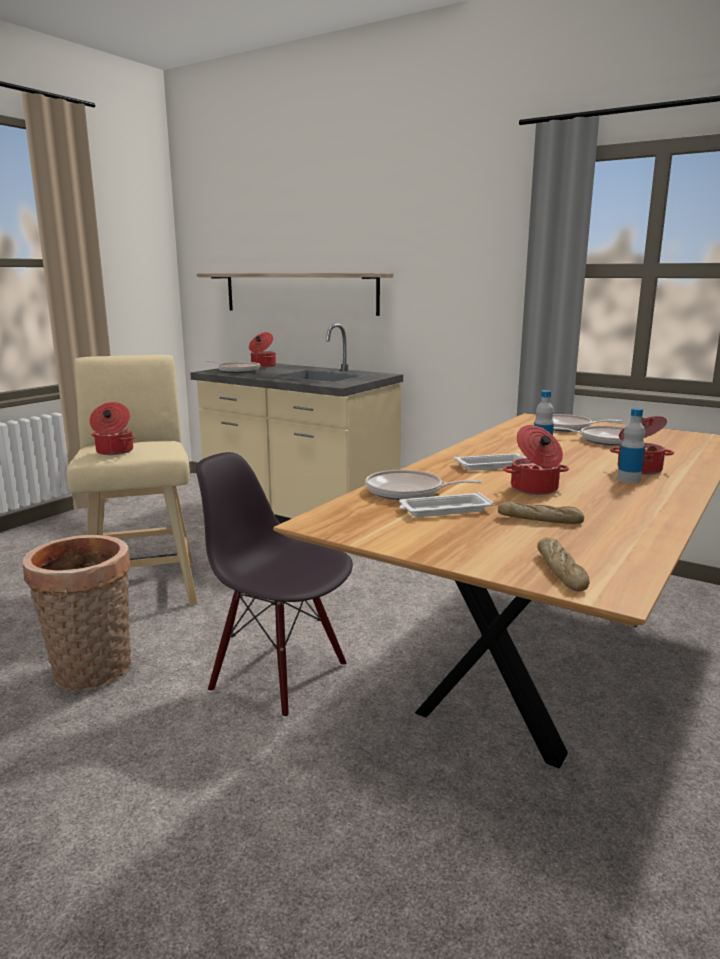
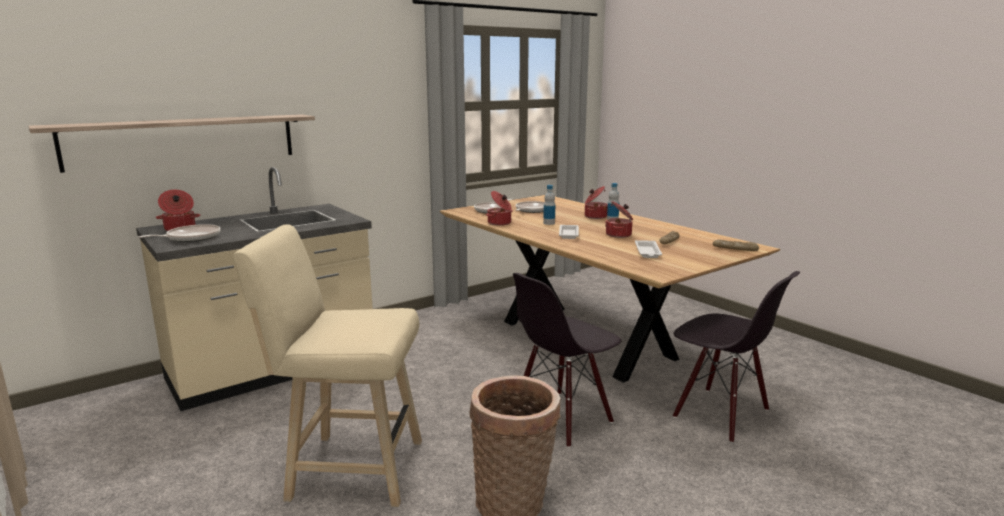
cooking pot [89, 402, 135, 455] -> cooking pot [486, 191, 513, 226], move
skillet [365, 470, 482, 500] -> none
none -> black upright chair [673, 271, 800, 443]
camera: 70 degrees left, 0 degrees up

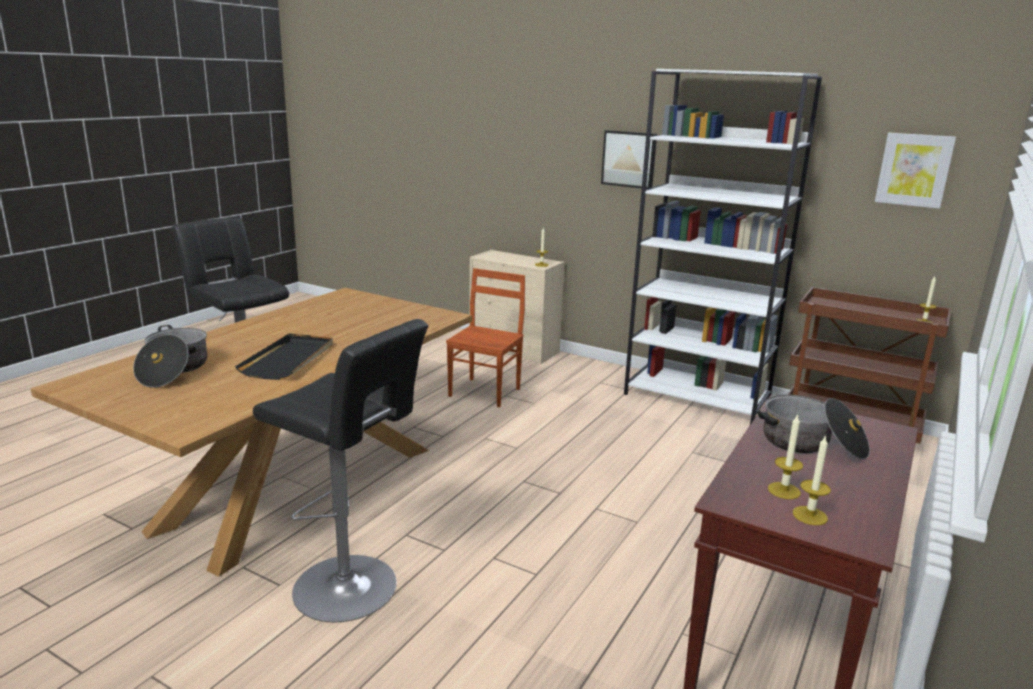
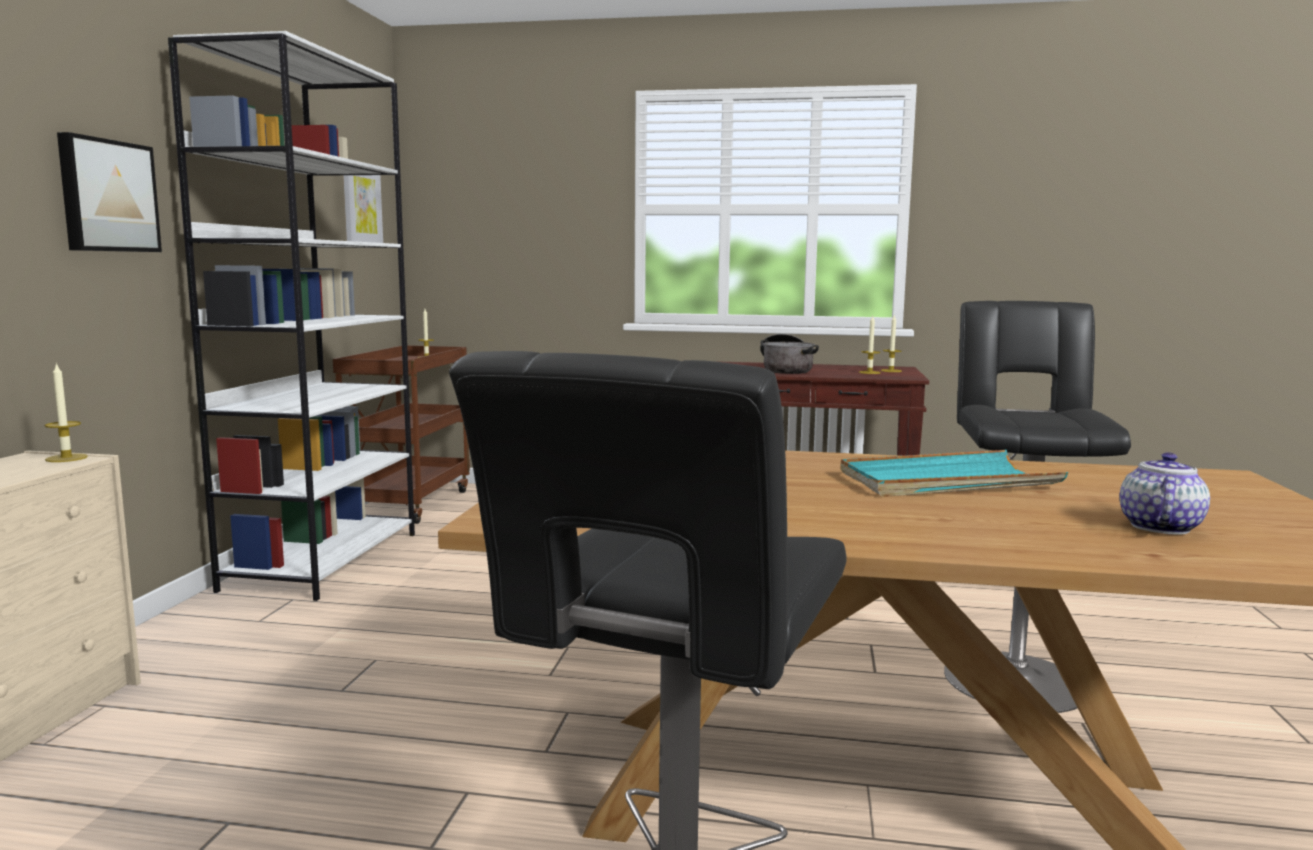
brownish upright chair [446, 268, 525, 407] -> none
cooking pot [133, 325, 207, 388] -> tea pot [1119, 452, 1210, 535]
black serving tray [235, 333, 333, 380] -> turquoise serving tray [840, 450, 1069, 497]
camera: 110 degrees left, 10 degrees down

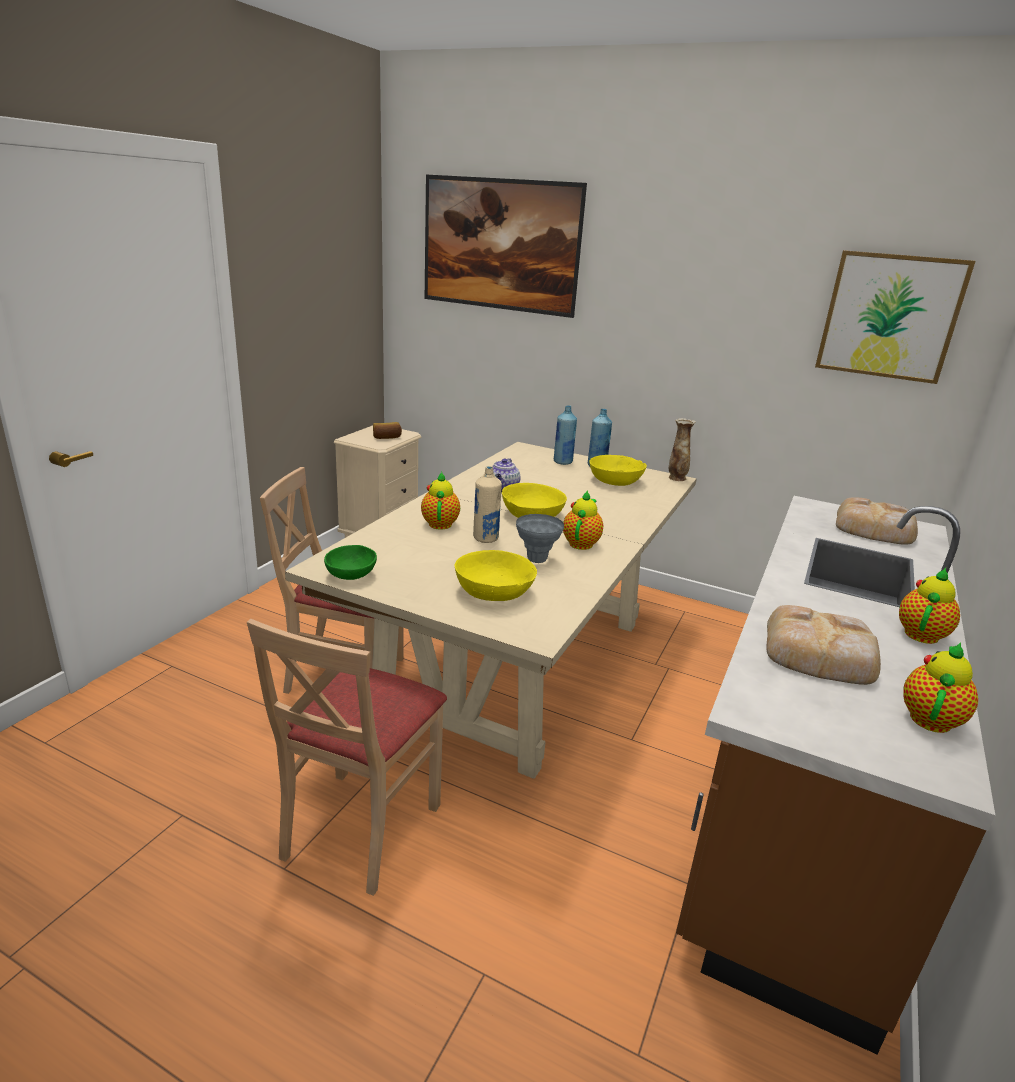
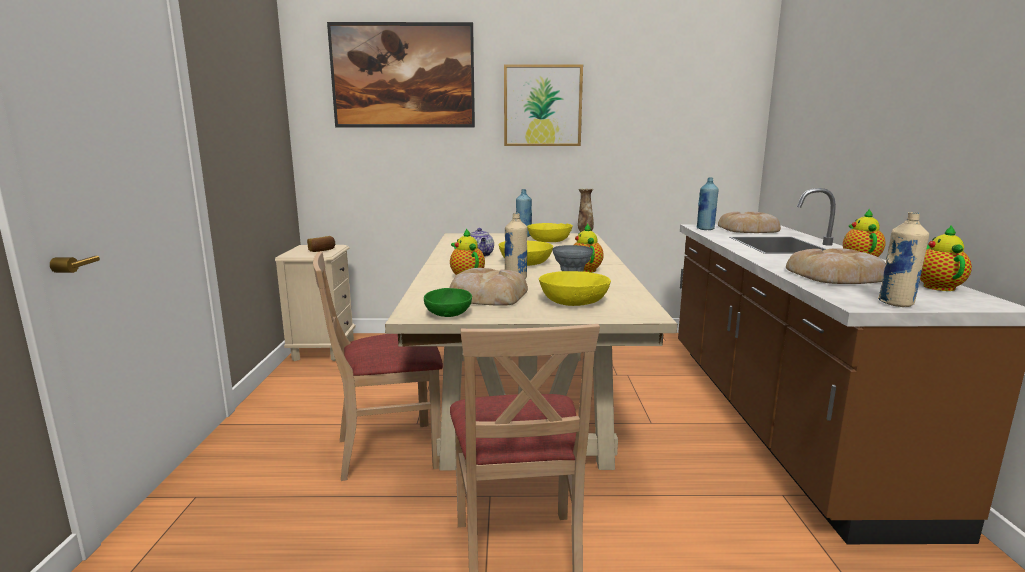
picture [815, 250, 975, 384] -> picture [504, 64, 583, 146], move
bluish bottle [554, 405, 577, 465] -> bluish bottle [696, 177, 719, 230], move
none -> beige-coloured bottle [878, 212, 929, 307]
none -> bread [449, 268, 528, 306]
camera: 25 degrees left, 10 degrees down

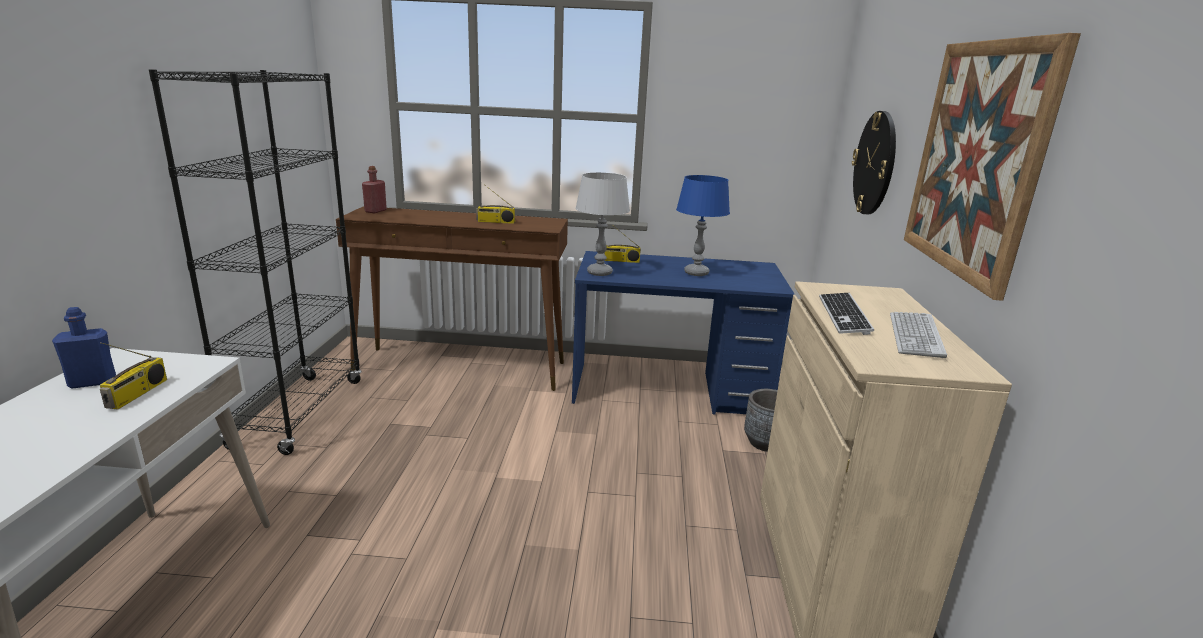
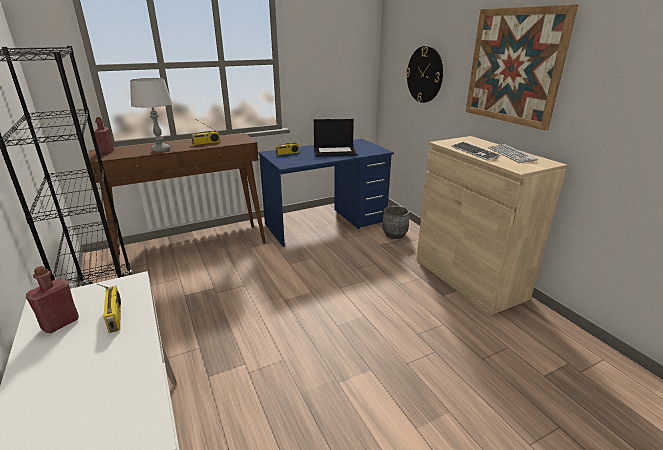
grey tabletop lamp [576, 172, 630, 276] -> grey tabletop lamp [130, 78, 172, 152], move
bluish tabletop lamp [676, 175, 730, 276] -> laptop [314, 119, 358, 157]
bluish bottle [52, 307, 116, 389] -> red bottle [26, 266, 79, 333]
camera: 30 degrees left, 5 degrees up

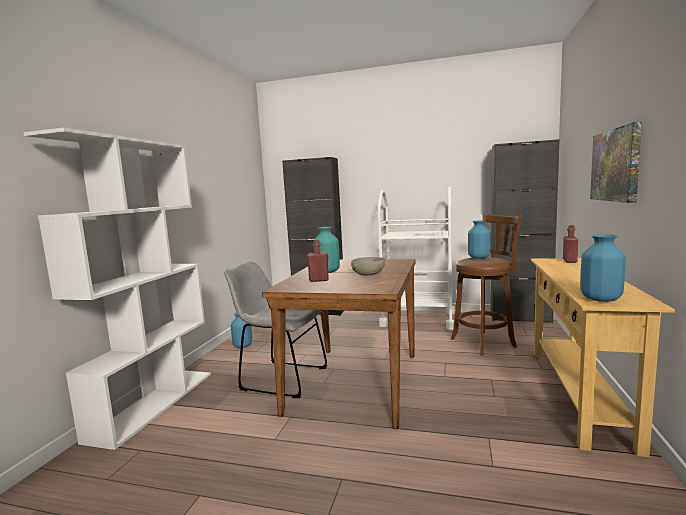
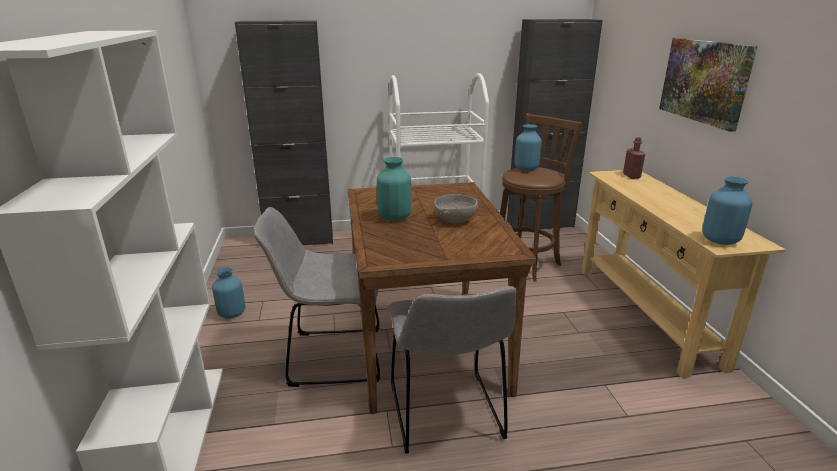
red bottle [307, 240, 329, 282] -> none
none -> grey upright chair [388, 286, 516, 454]
camera: 25 degrees left, 15 degrees up

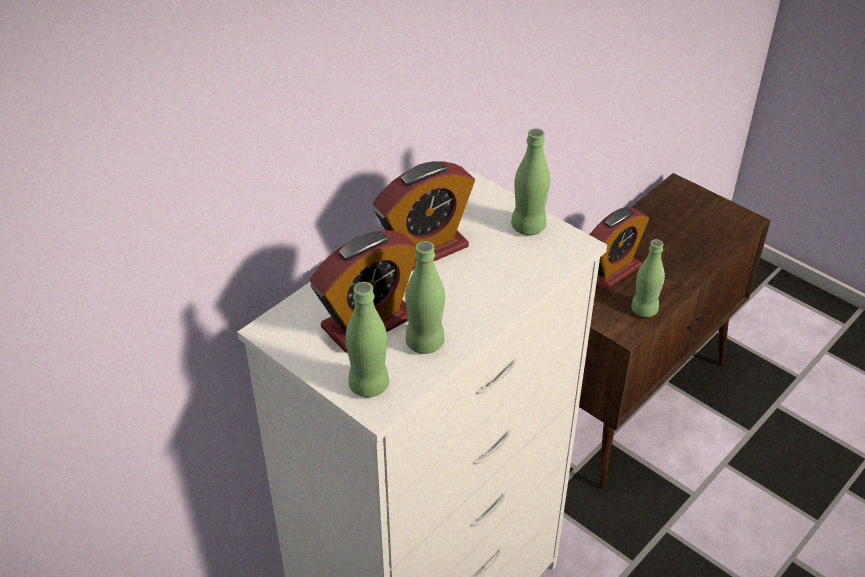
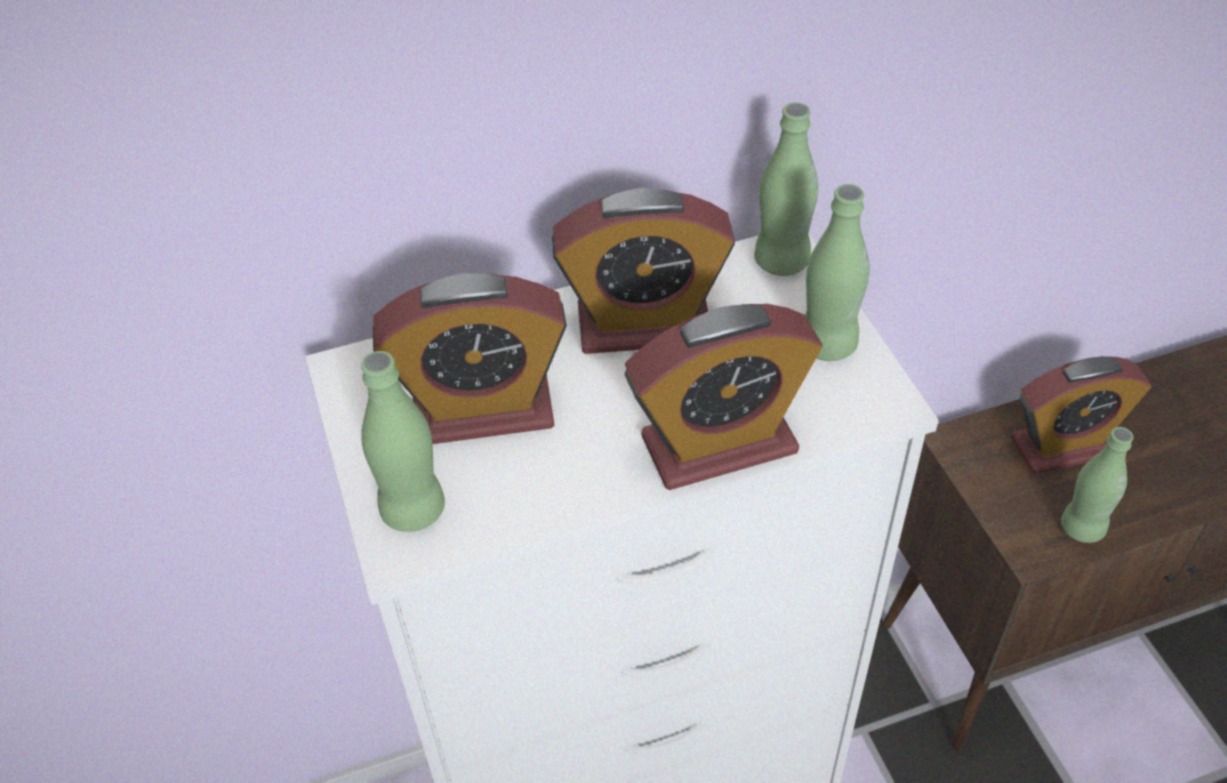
green bottle [405, 241, 445, 354] -> green bottle [754, 102, 818, 276], move
none -> alarm clock [625, 304, 823, 490]
camera: 30 degrees right, 5 degrees up

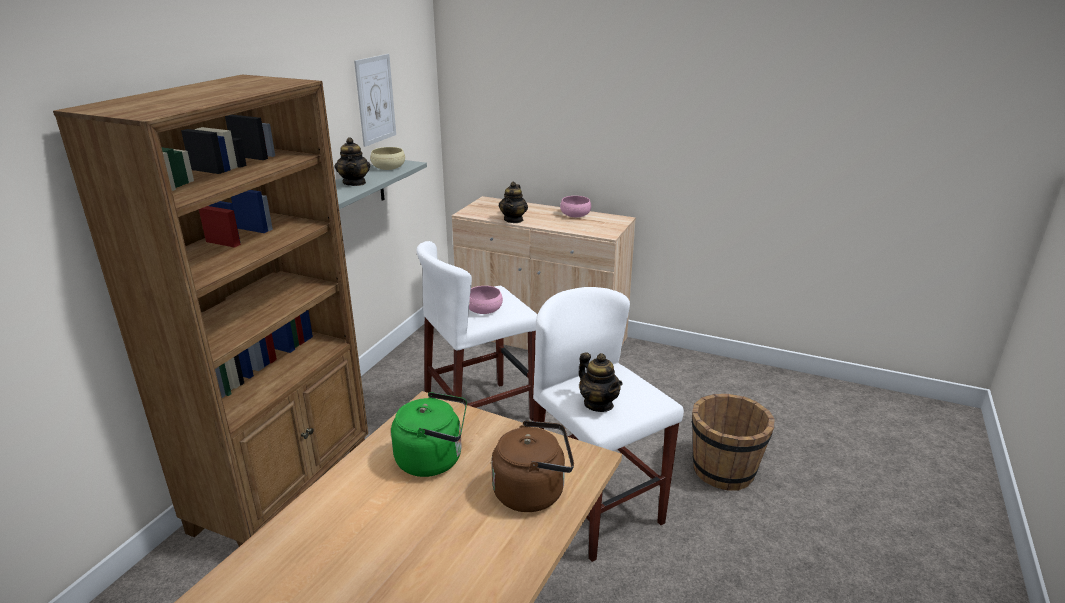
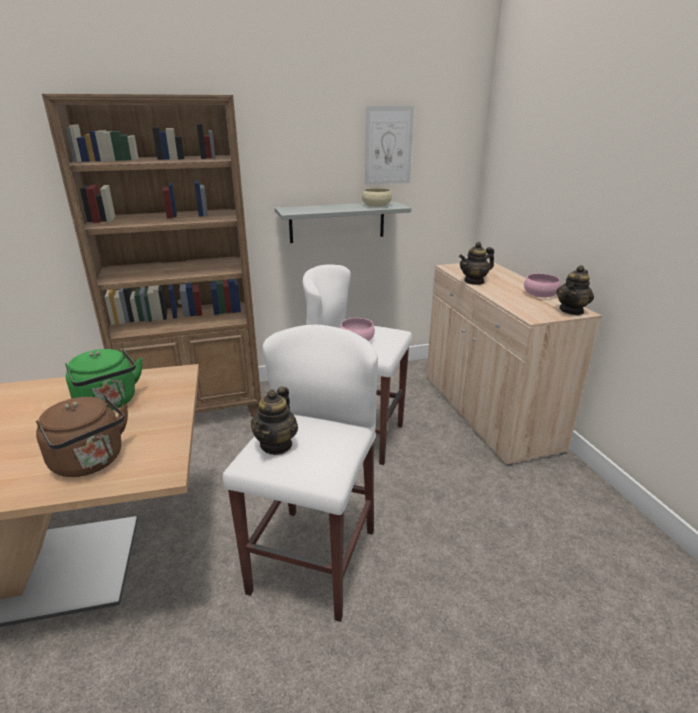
tea pot [335, 137, 370, 186] -> tea pot [557, 265, 594, 315], move
brownish bucket [692, 394, 774, 490] -> none
camera: 50 degrees right, 0 degrees up

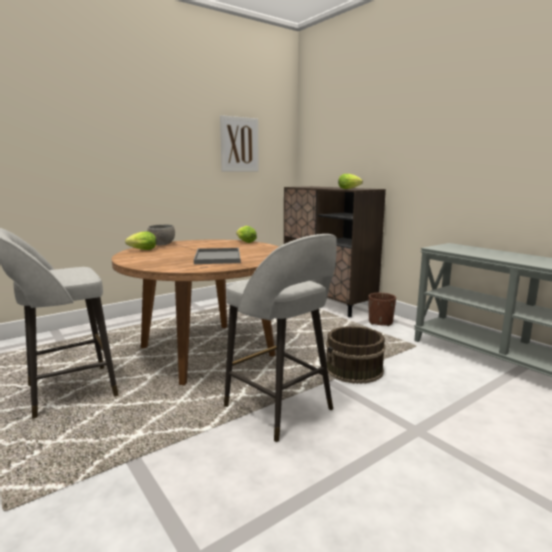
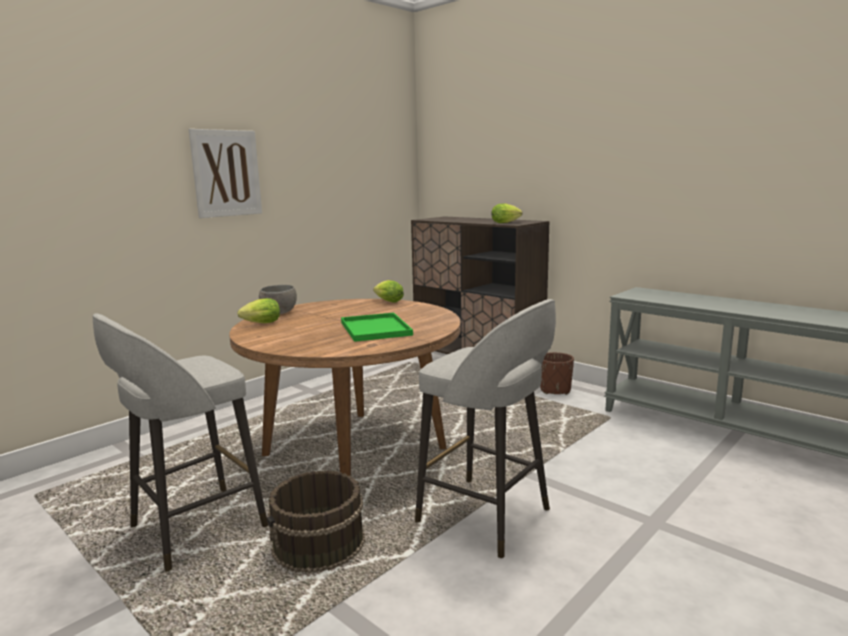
picture [220, 115, 259, 171] -> picture [189, 129, 262, 218], move
grey serving tray [194, 248, 241, 264] -> green serving tray [341, 313, 413, 342]
brownish bucket [326, 326, 386, 384] -> brownish bucket [267, 470, 365, 573], move
camera: 10 degrees left, 0 degrees up

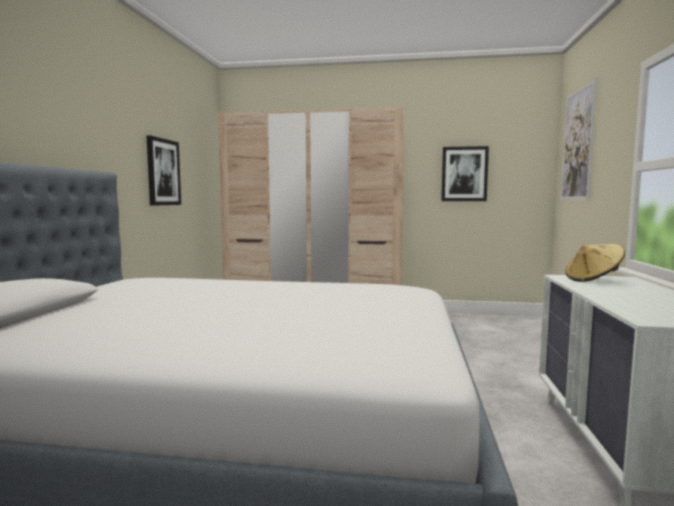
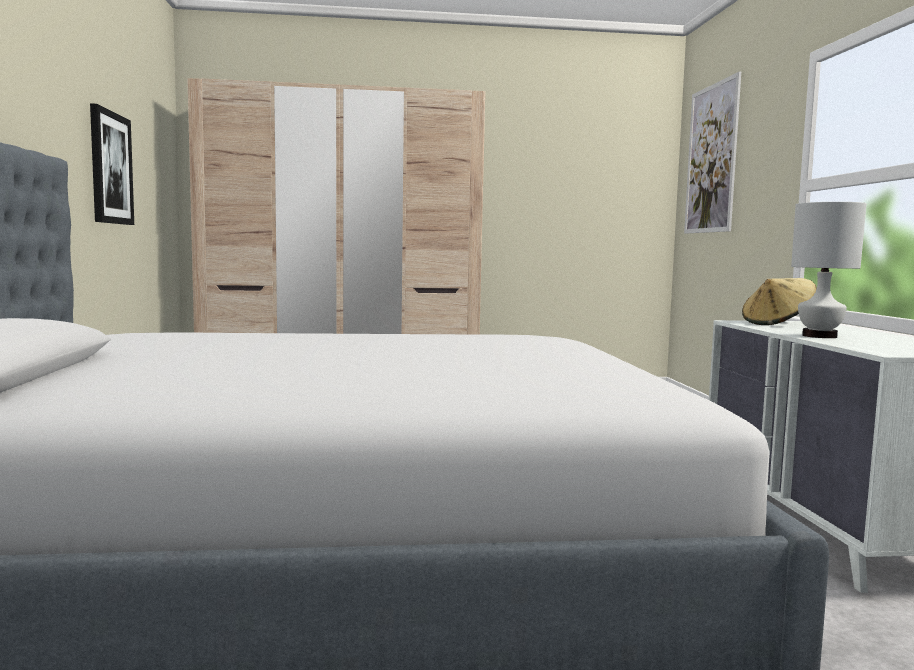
picture [441, 146, 489, 201] -> none
none -> white-coloured tabletop lamp [791, 202, 867, 338]
camera: 15 degrees left, 0 degrees up

